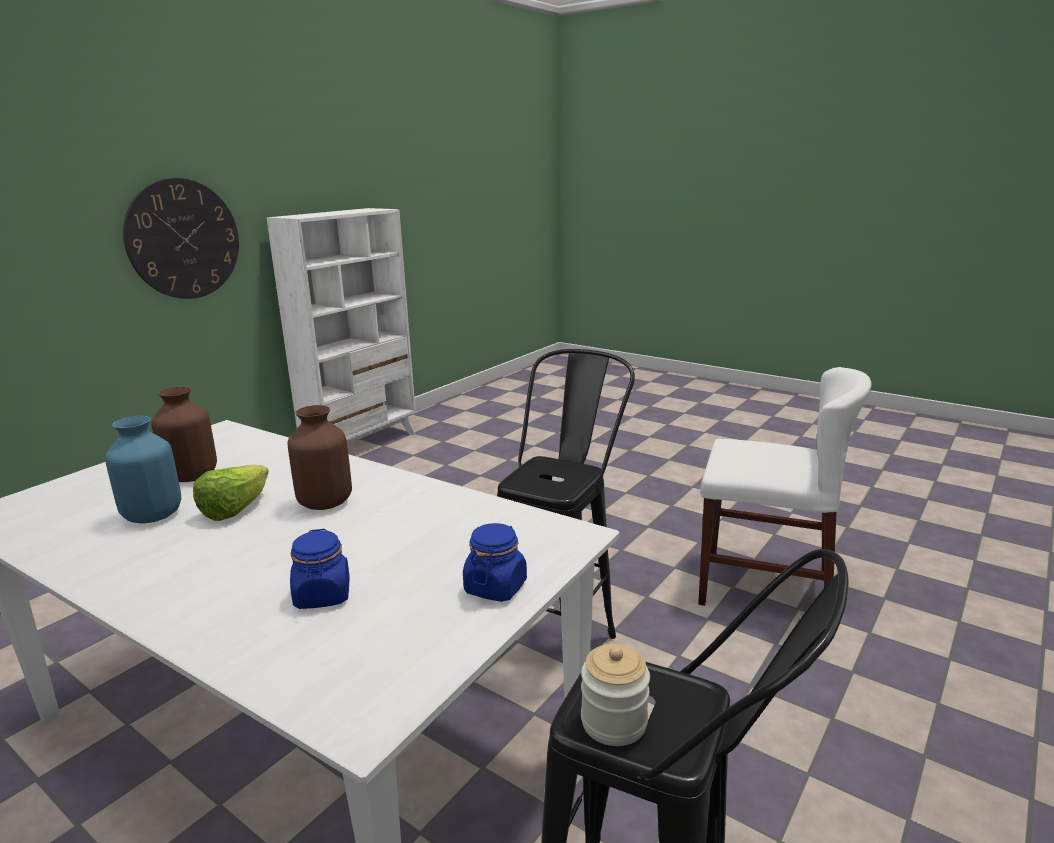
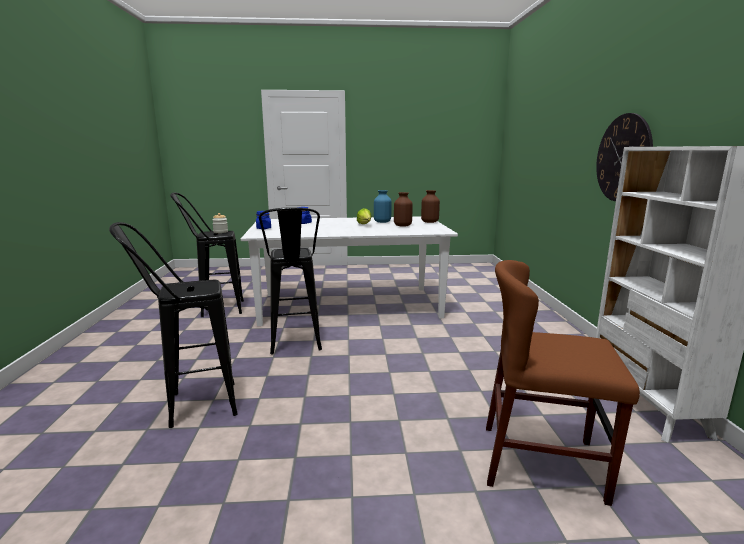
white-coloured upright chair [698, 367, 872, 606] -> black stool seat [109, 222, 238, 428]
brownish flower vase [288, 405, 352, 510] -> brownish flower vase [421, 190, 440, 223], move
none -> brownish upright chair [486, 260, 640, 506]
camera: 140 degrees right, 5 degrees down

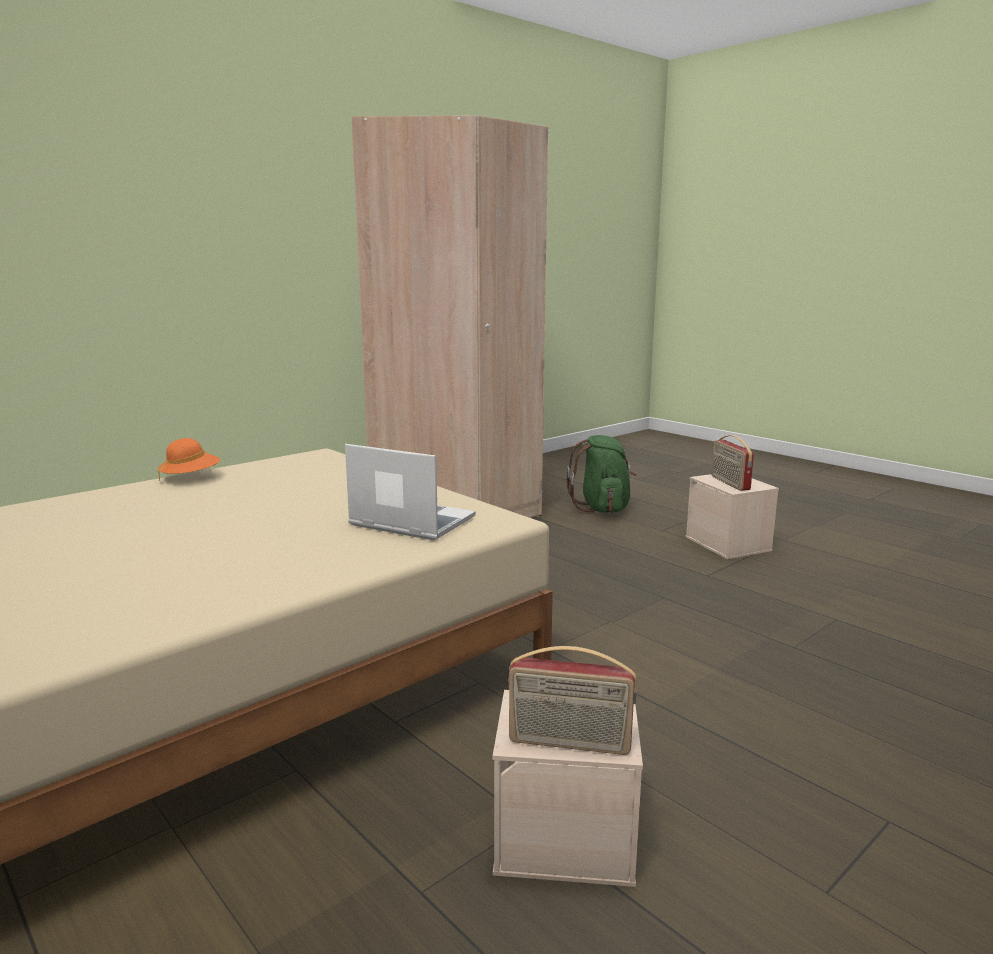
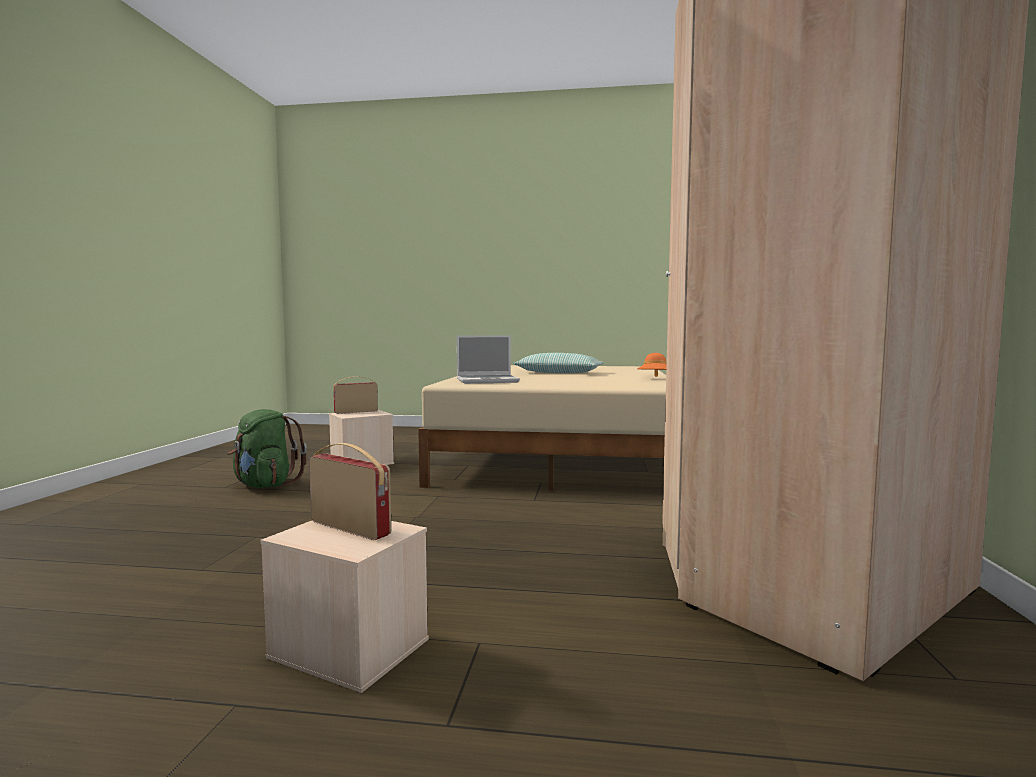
green rucksack [567, 435, 636, 513] -> green rucksack [227, 409, 307, 488], move
none -> pillow [513, 353, 604, 373]
camera: 140 degrees right, 10 degrees down

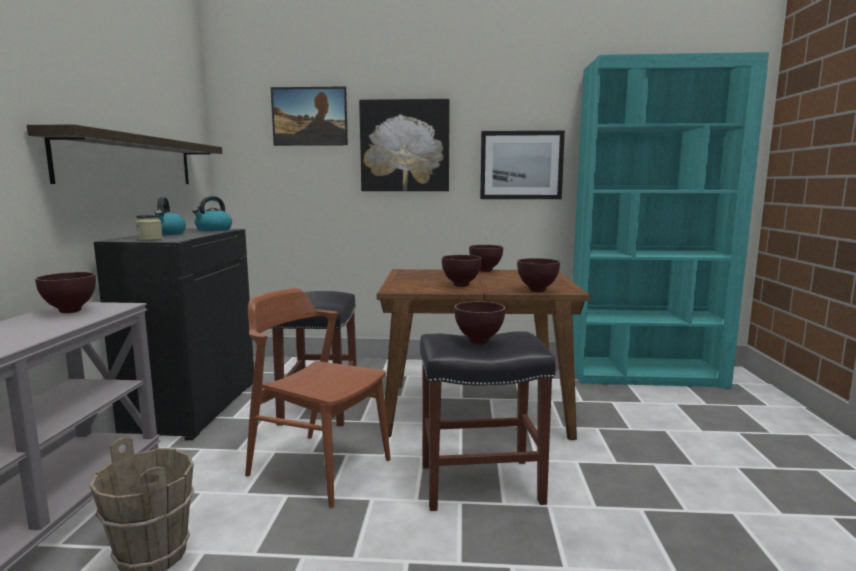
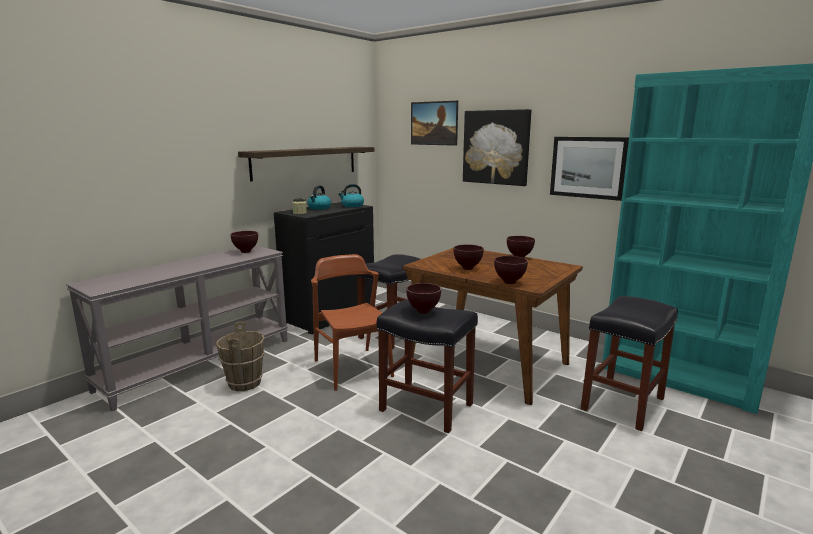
none -> black stool seat [581, 296, 678, 431]
camera: 35 degrees right, 5 degrees up

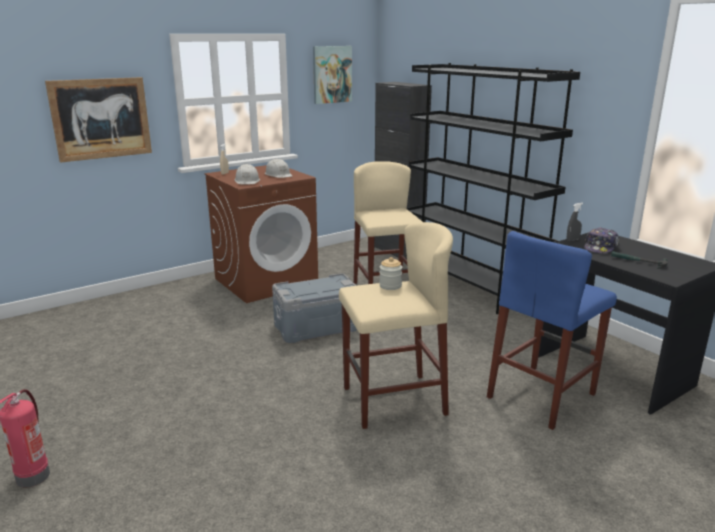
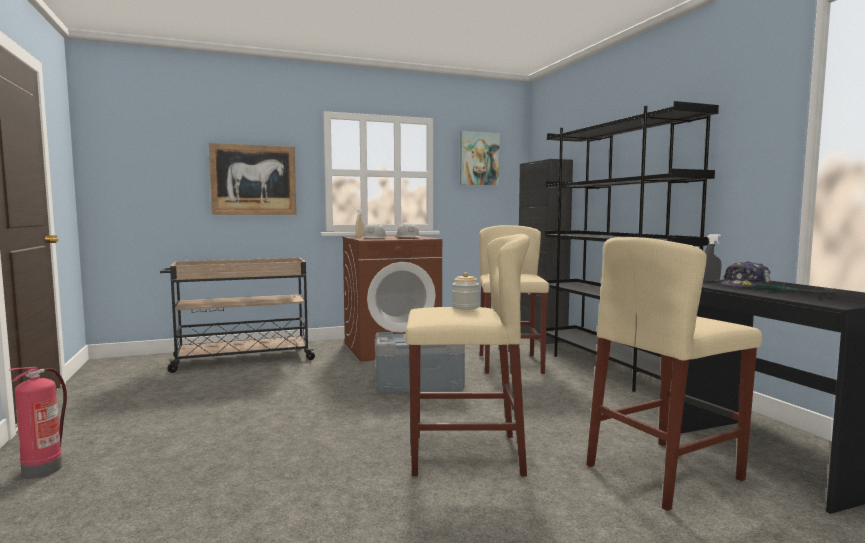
bluish stool seat [487, 231, 617, 430] -> beige-coloured stool seat [586, 237, 762, 511]
none -> beige-coloured trolley [160, 258, 315, 373]
camera: 15 degrees right, 15 degrees down

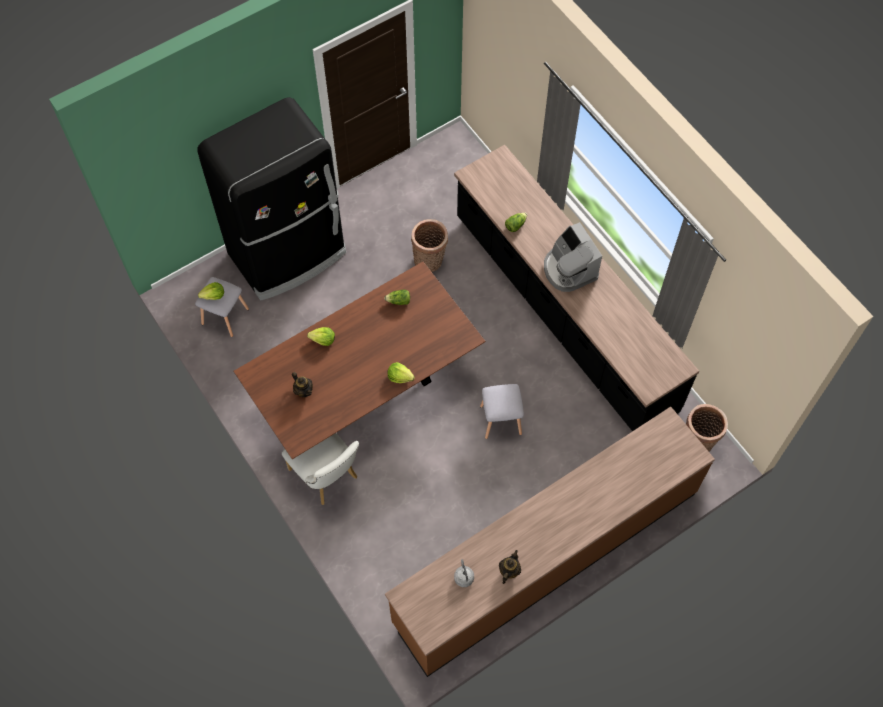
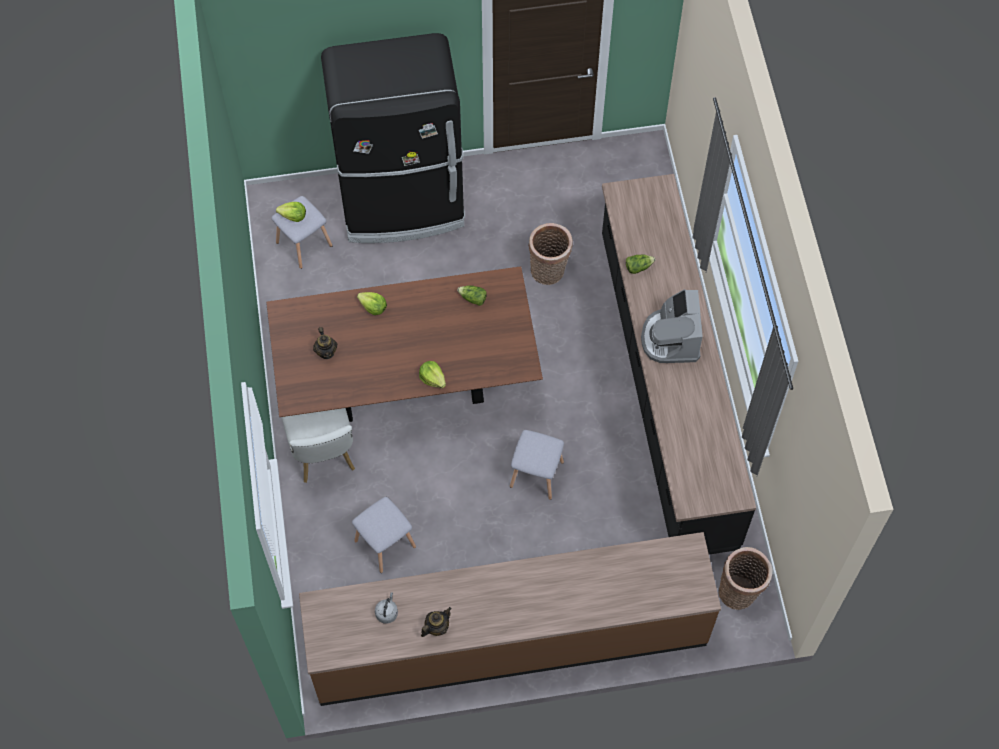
none -> grey stool seat [352, 497, 416, 573]
camera: 25 degrees right, 0 degrees up

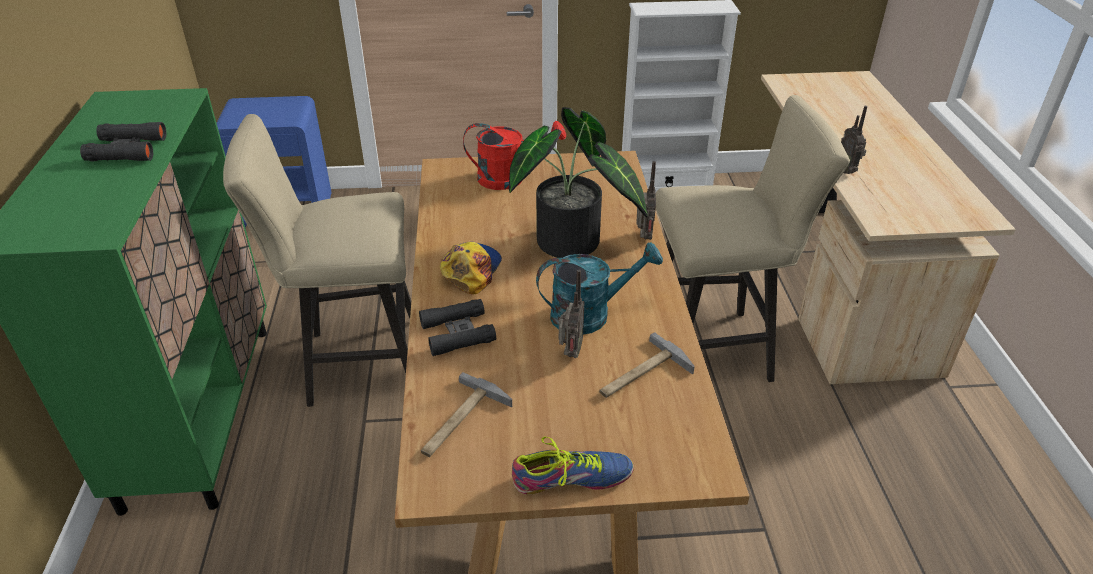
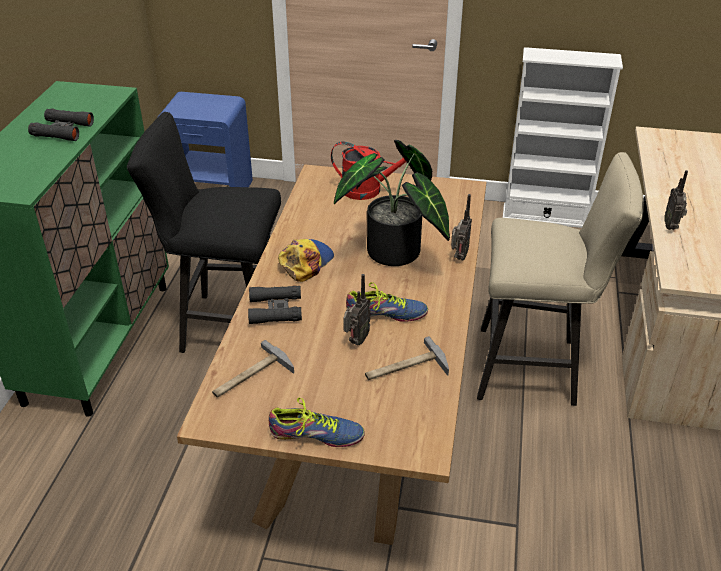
beige-coloured stool seat [223, 114, 411, 407] -> black stool seat [127, 112, 281, 353]
turquoise sprinkling can [536, 242, 663, 334] -> low shoe [346, 282, 428, 322]
camera: 15 degrees right, 0 degrees up

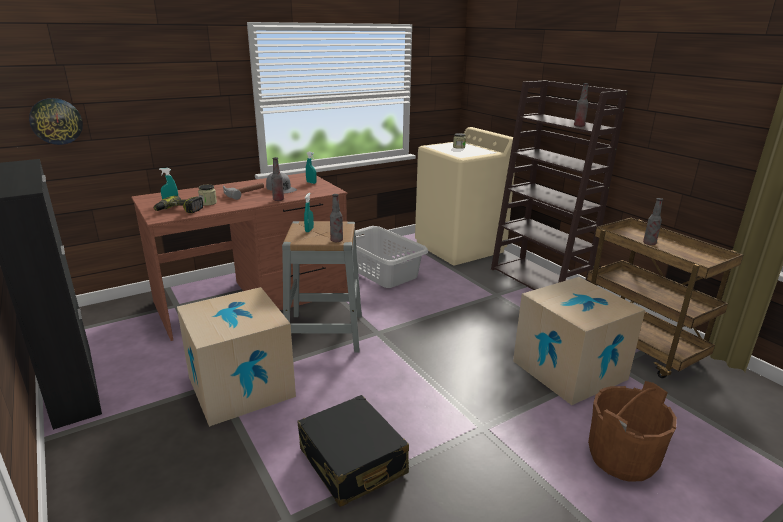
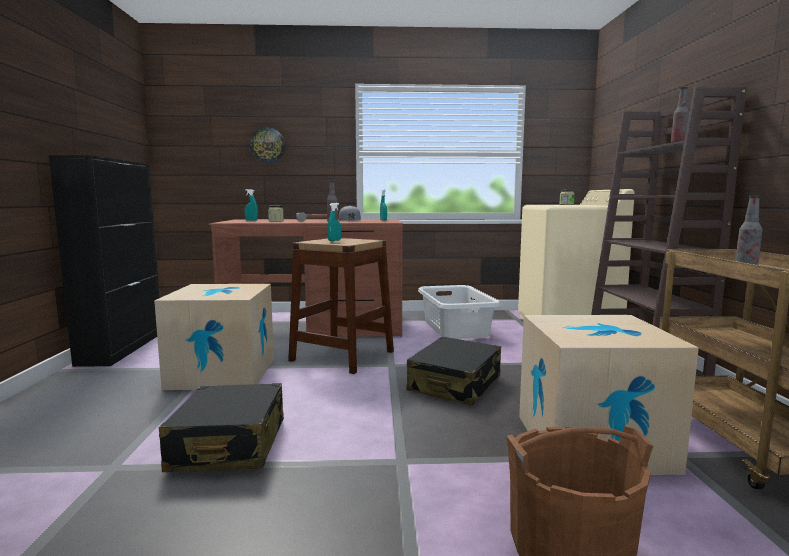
hanging clock [29, 98, 83, 145] -> hanging clock [250, 127, 285, 163], move
bottle [330, 194, 343, 242] -> none
power drill [154, 196, 203, 213] -> none
grey stool seat [282, 221, 362, 353] -> brownish stool seat [288, 238, 394, 374]
none -> black suitcase [407, 337, 501, 406]
camera: 30 degrees right, 15 degrees down

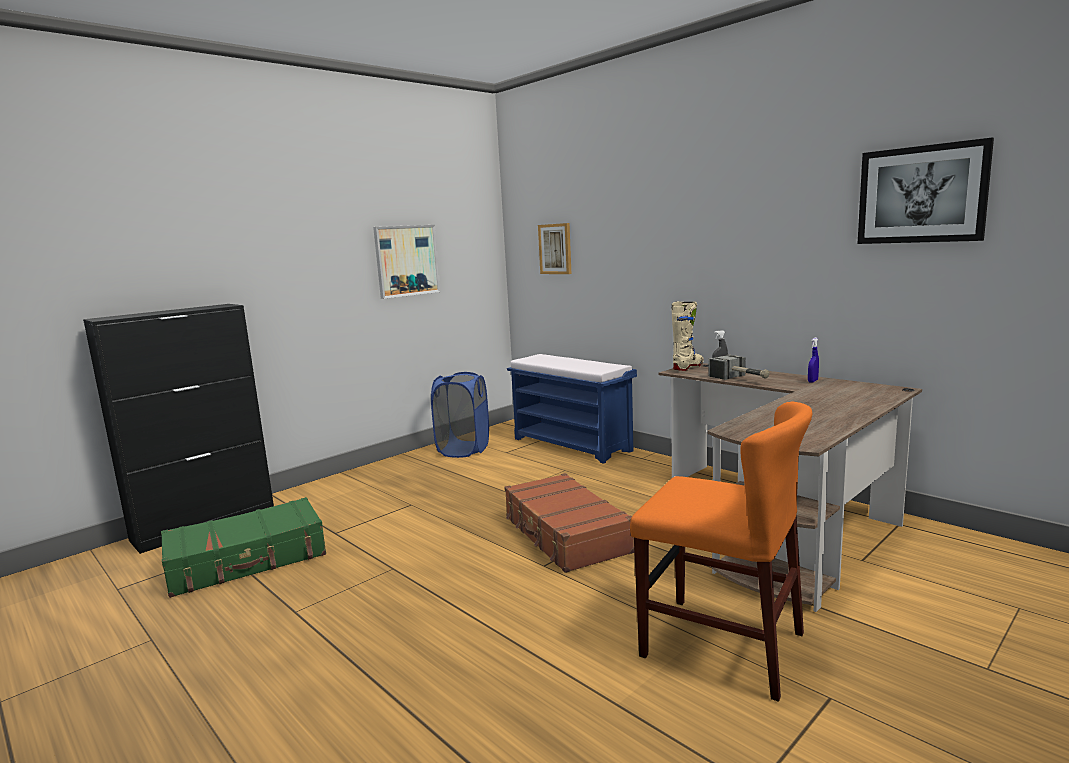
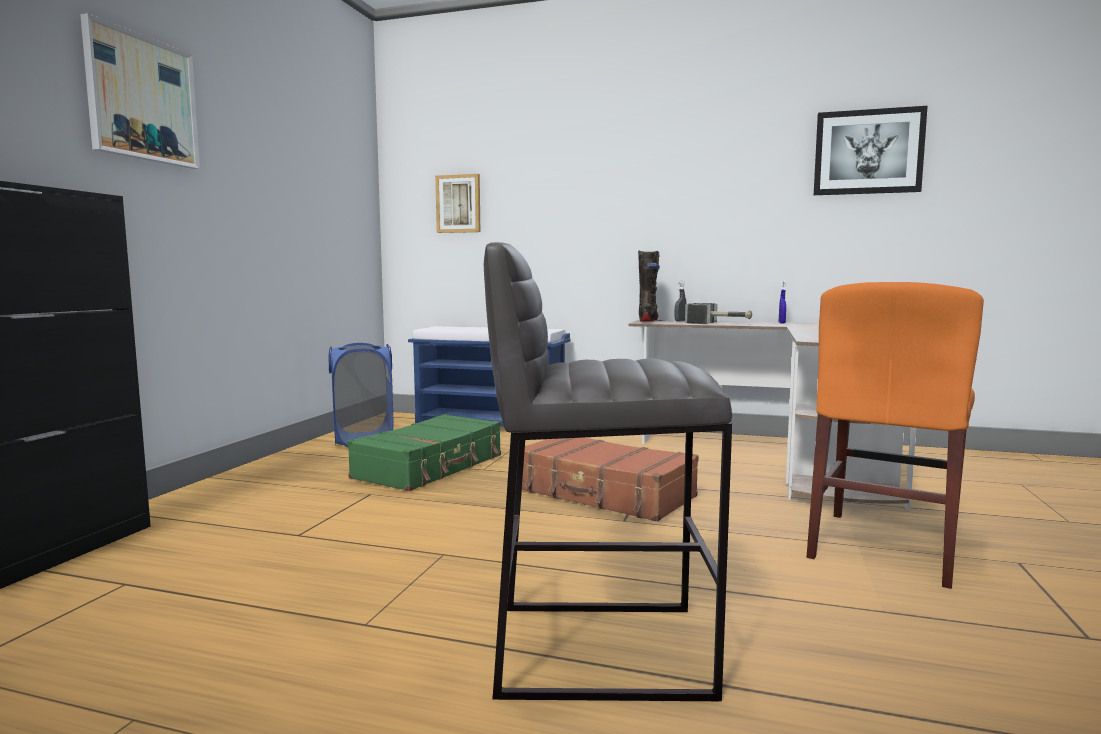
picture [373, 225, 441, 299] -> picture [80, 13, 200, 169], move
beige-coloured tall boot [672, 302, 703, 371] -> black tall boot [638, 250, 660, 322]
orangey upright chair [630, 401, 812, 702] -> orangey upright chair [807, 282, 984, 589], 120 degrees clockwise
green suitcase [161, 497, 326, 598] -> green suitcase [347, 414, 501, 491], move
none -> grey stool seat [484, 242, 732, 701]
camera: 30 degrees left, 5 degrees down

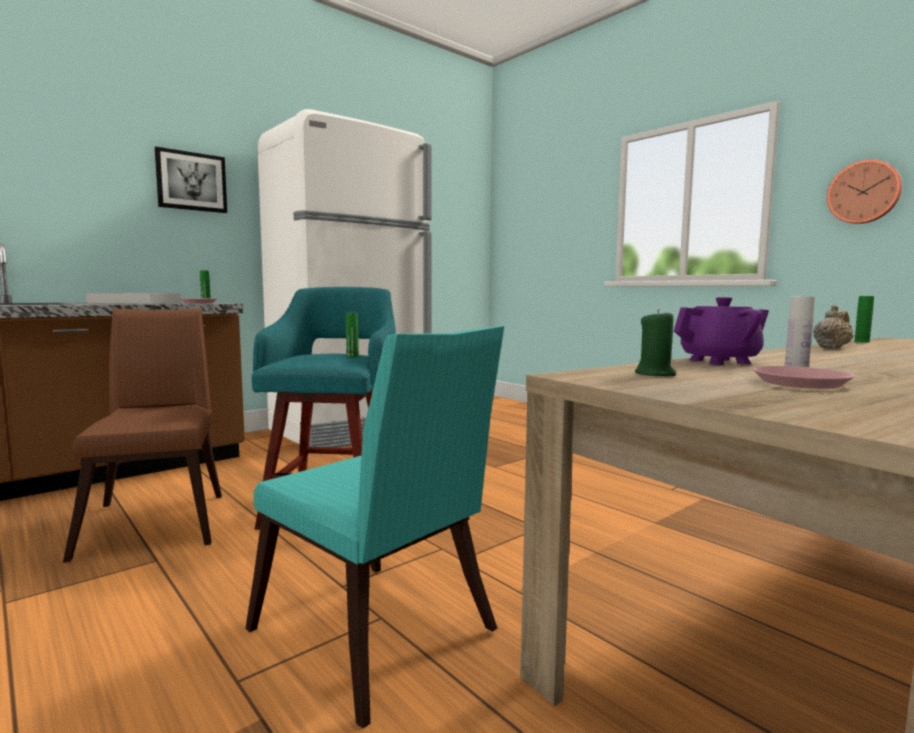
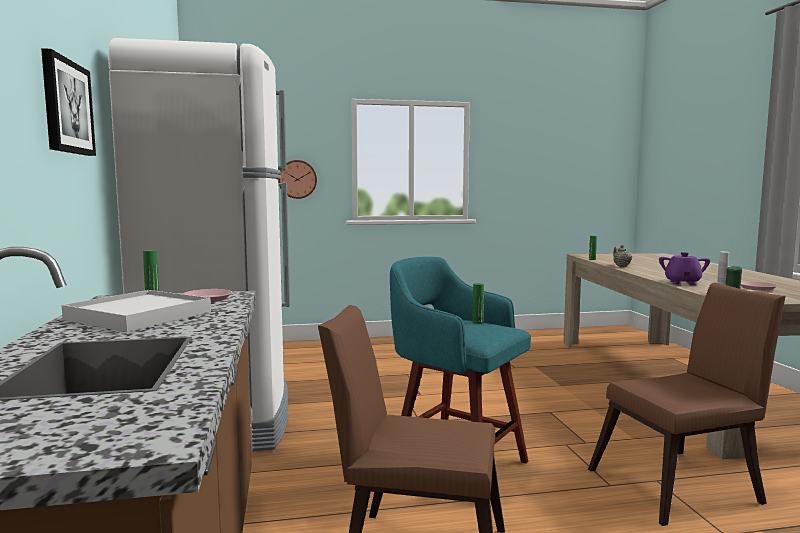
hanging clock [827, 160, 902, 224] -> hanging clock [278, 160, 317, 199], move
turquoise upright chair [245, 326, 504, 729] -> brownish upright chair [588, 282, 786, 526]
camera: 60 degrees left, 0 degrees up

